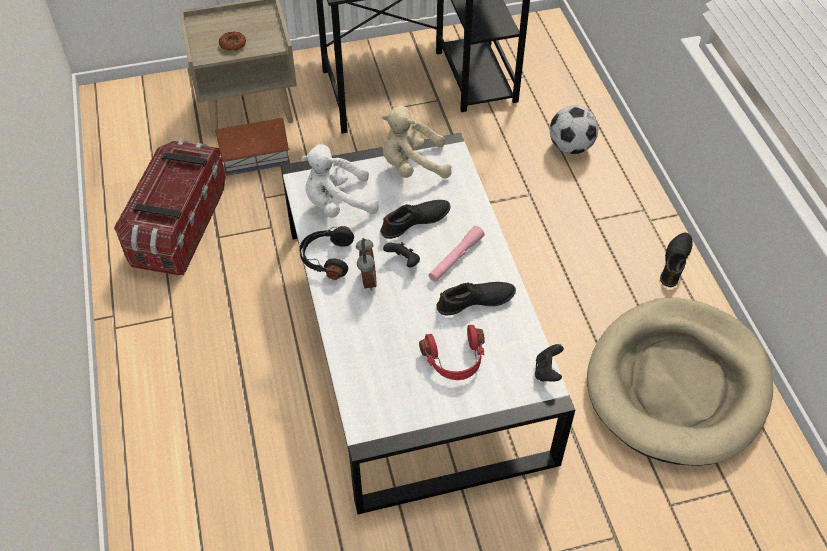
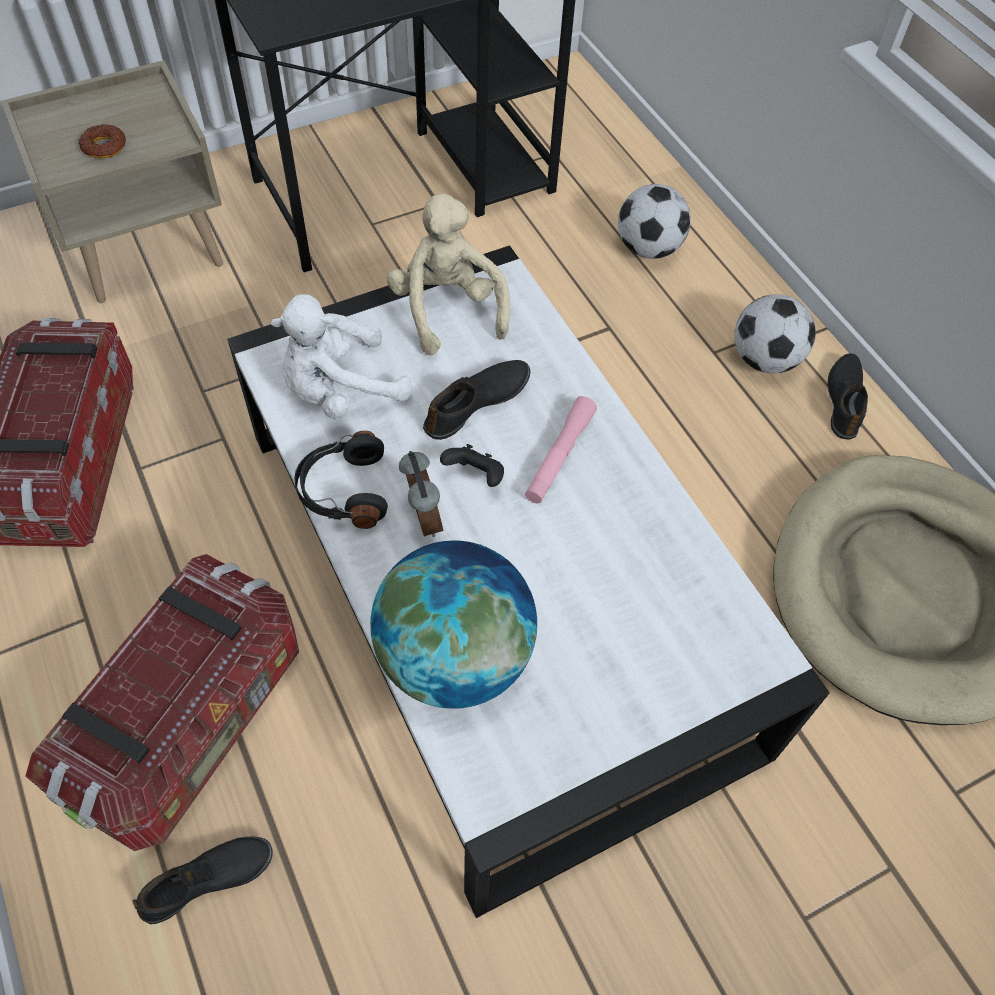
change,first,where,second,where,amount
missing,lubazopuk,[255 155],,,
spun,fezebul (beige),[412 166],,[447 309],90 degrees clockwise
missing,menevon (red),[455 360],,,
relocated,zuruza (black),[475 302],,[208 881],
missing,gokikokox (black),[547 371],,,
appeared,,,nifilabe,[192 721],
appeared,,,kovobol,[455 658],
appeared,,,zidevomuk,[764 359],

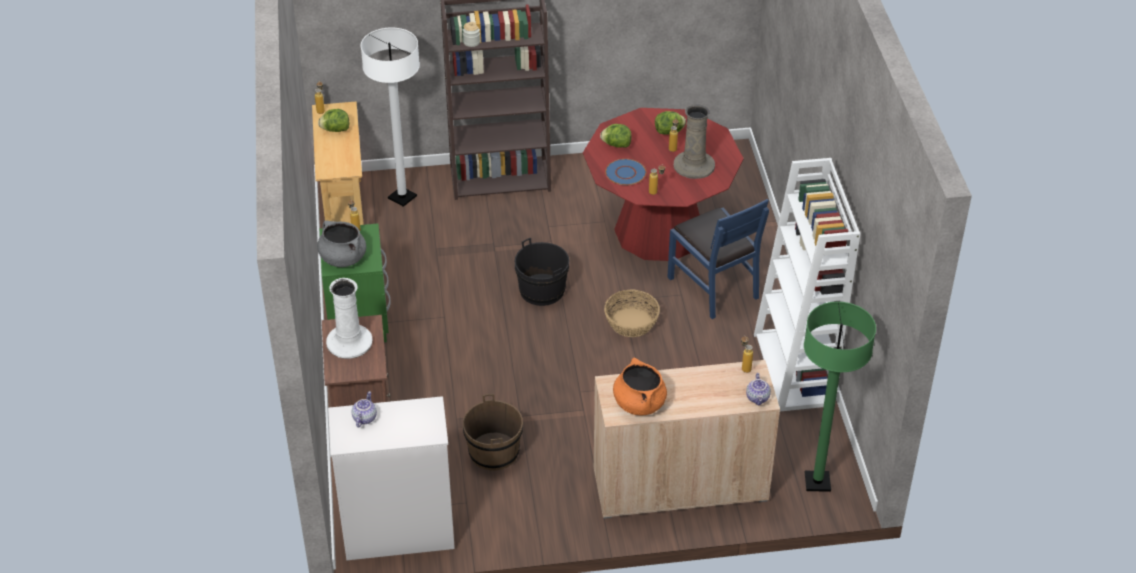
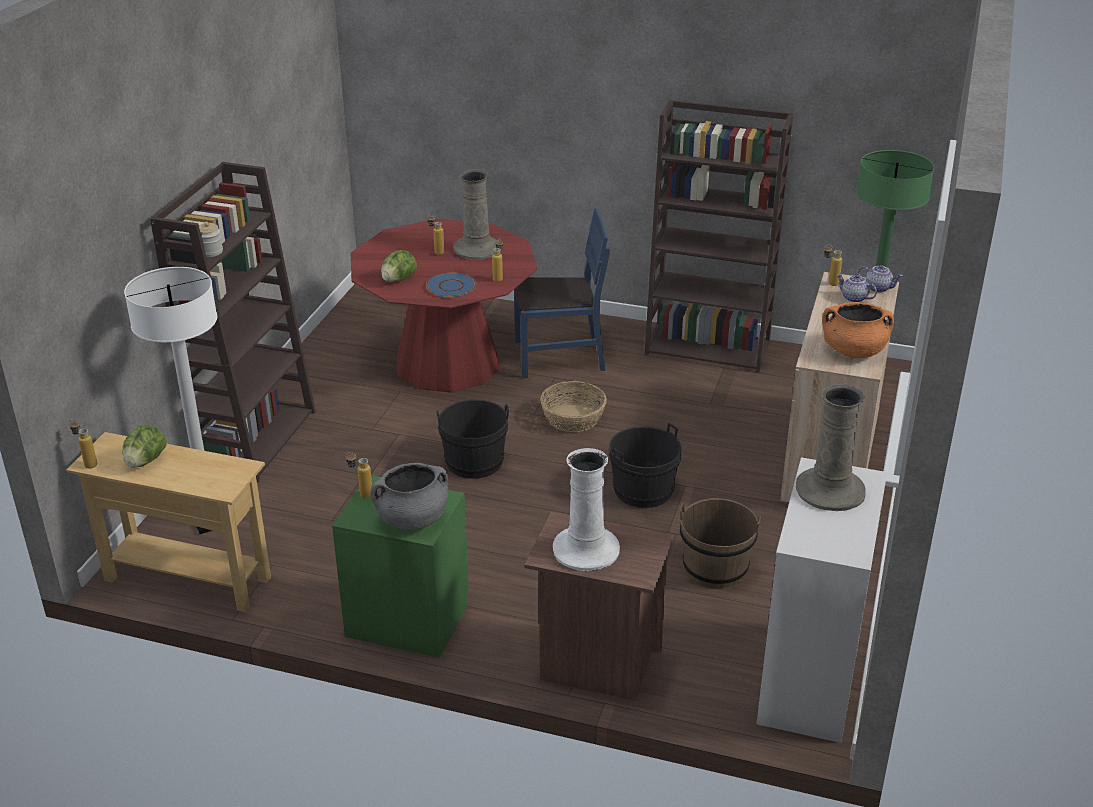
change,first,where,second,where,amount
relocated,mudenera,[364 418],,[853 298],
missing,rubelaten,[669 132],,,
colour,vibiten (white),[794 370],vibiten (brown),[709 347],
appeared,,,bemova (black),[643 490],
appeared,,,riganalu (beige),[830 490],

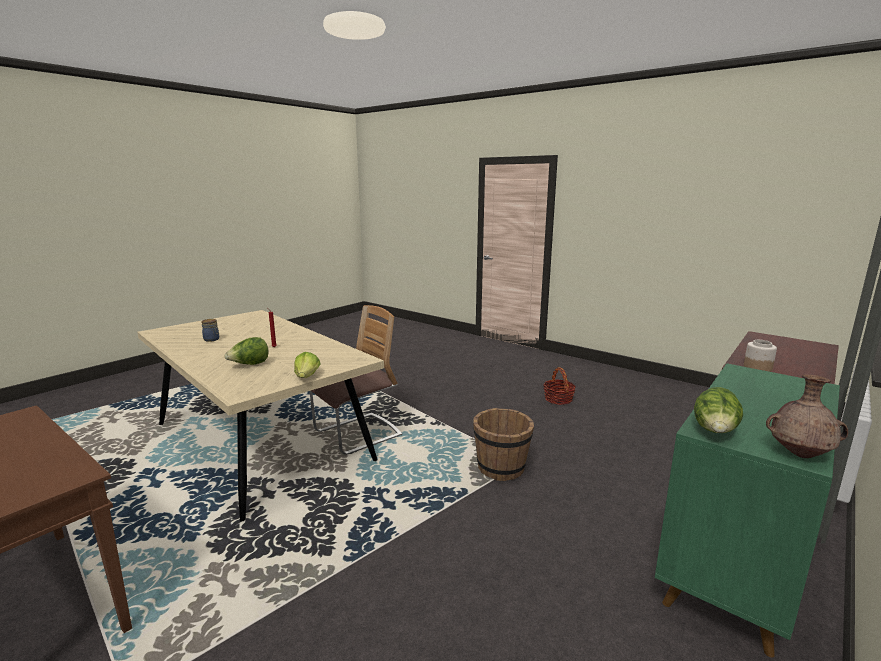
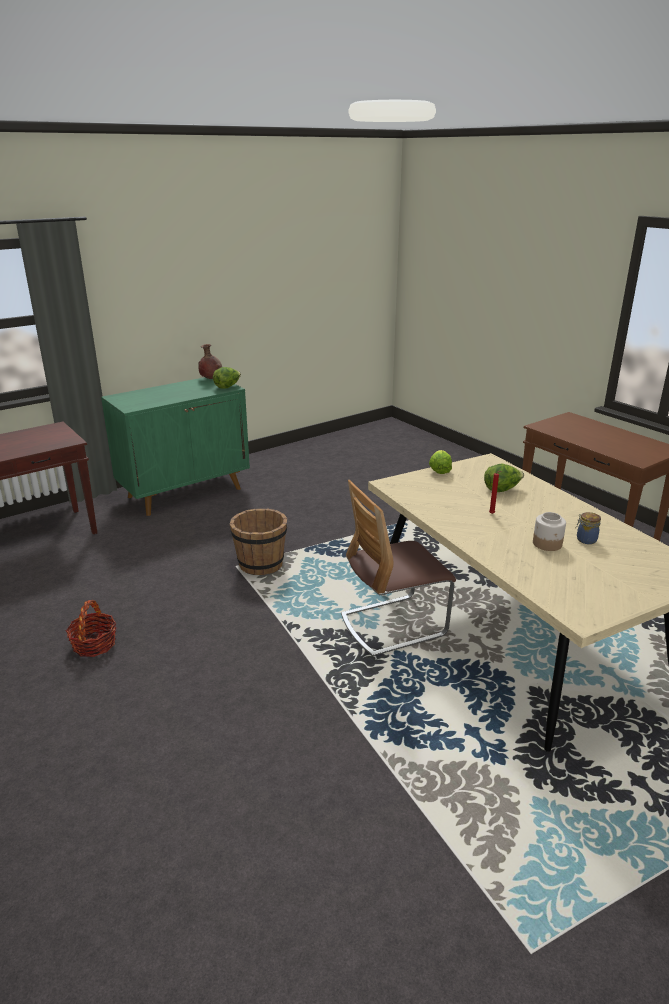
change,first,where,second,where,amount
relocated,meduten,[757 367],,[547 544],

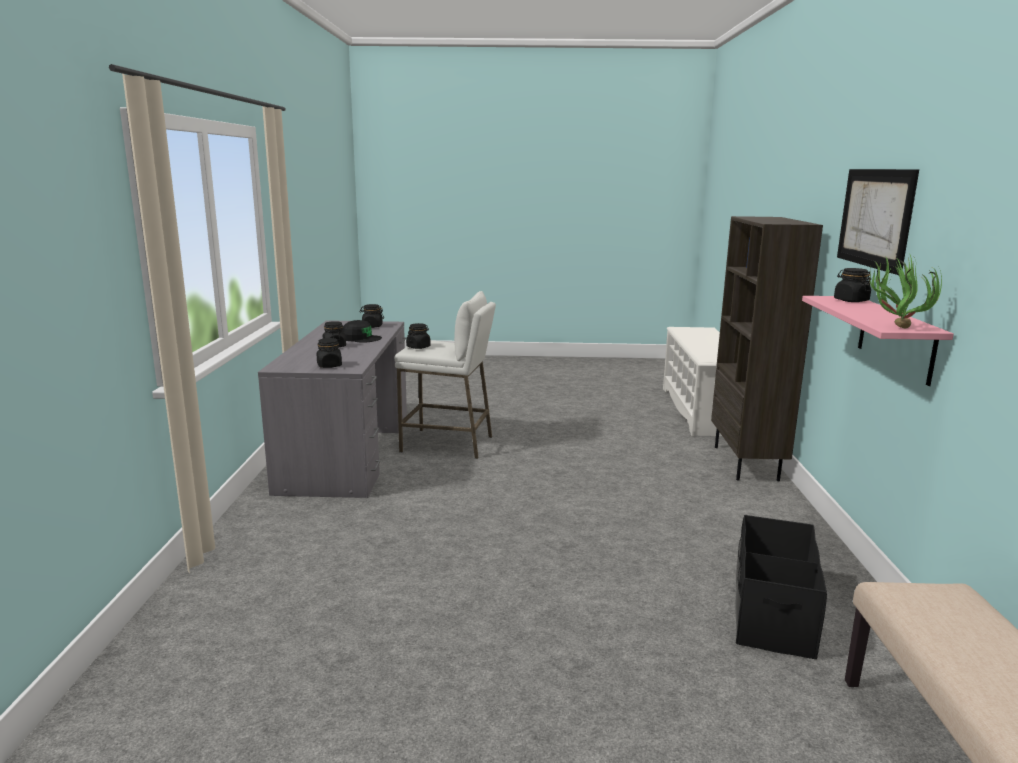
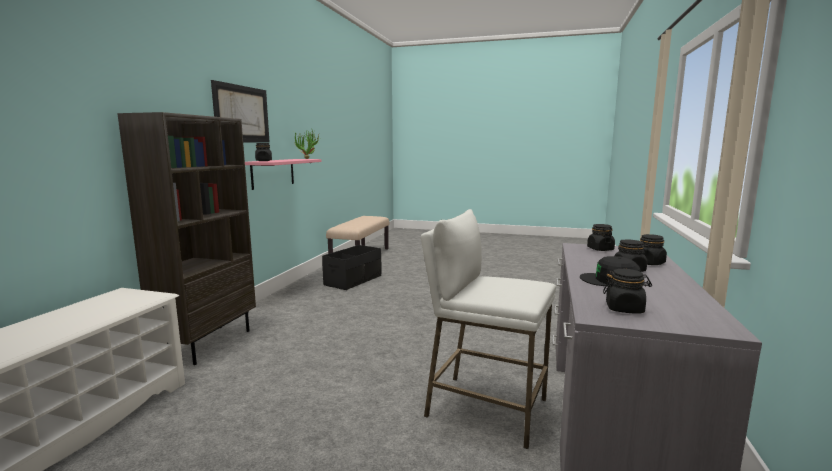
change,first,where,second,where,amount
relocated,meduten (black),[418 347],,[649 263],

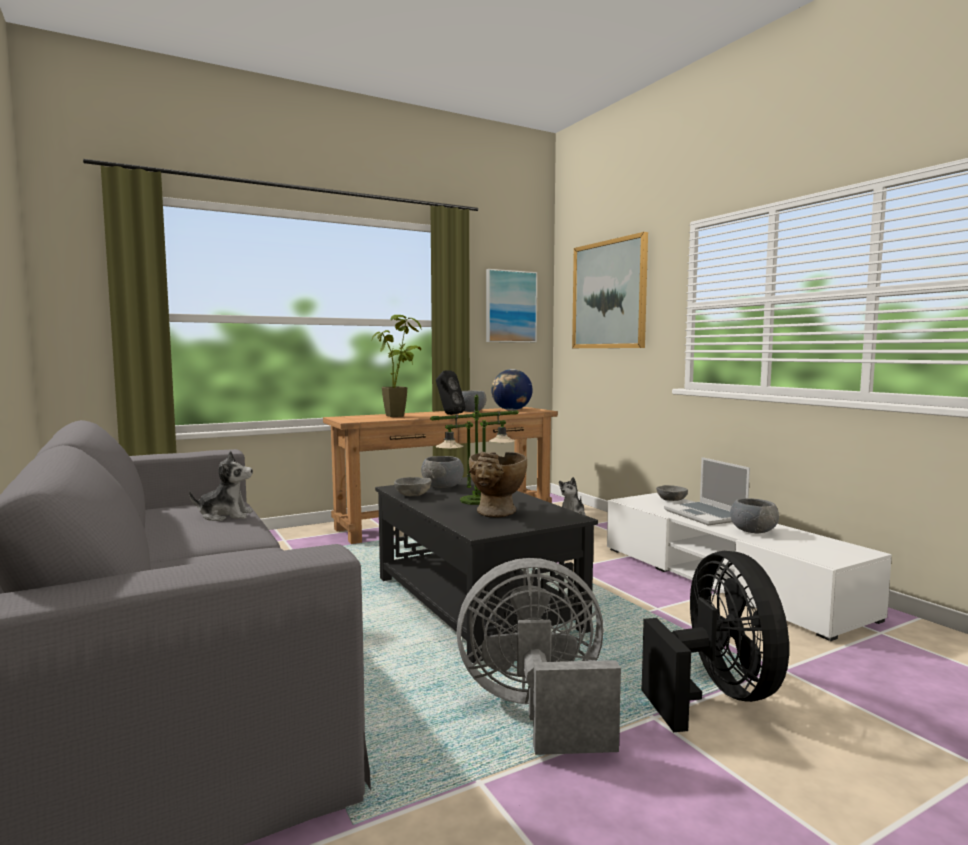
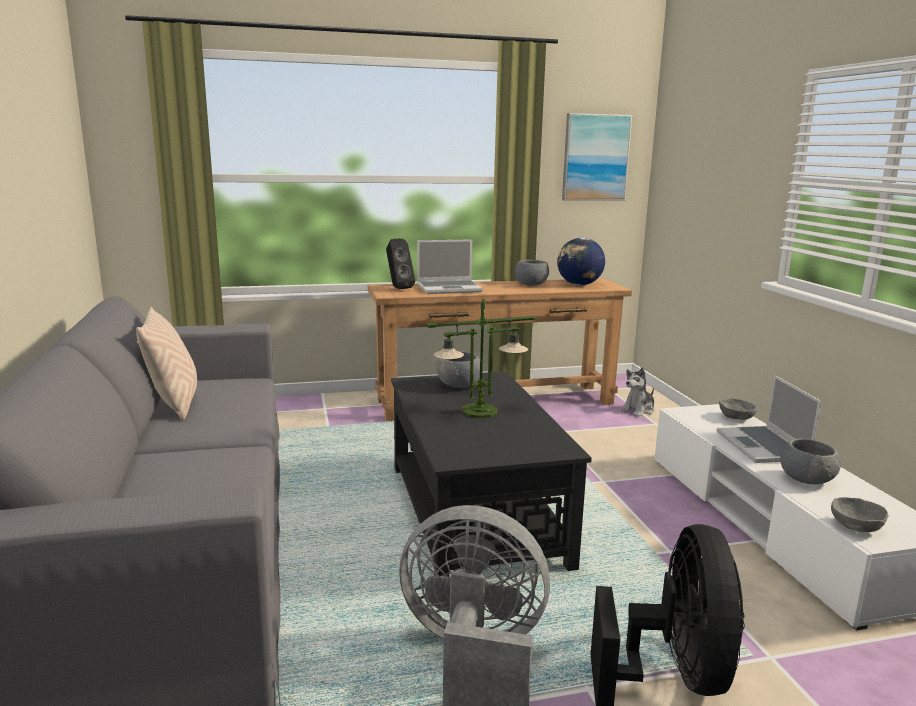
change,first,where,second,where,amount
missing,fezebul,[225 516],,,
exchanged,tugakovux,[402 416],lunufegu,[449 288],
relocated,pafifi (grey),[413 495],,[856 527],
relocated,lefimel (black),[449 414],,[398 288],
missing,riganalu (beige),[496 514],,,
missing,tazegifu,[609 295],,,
appeared,,,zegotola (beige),[174 404],

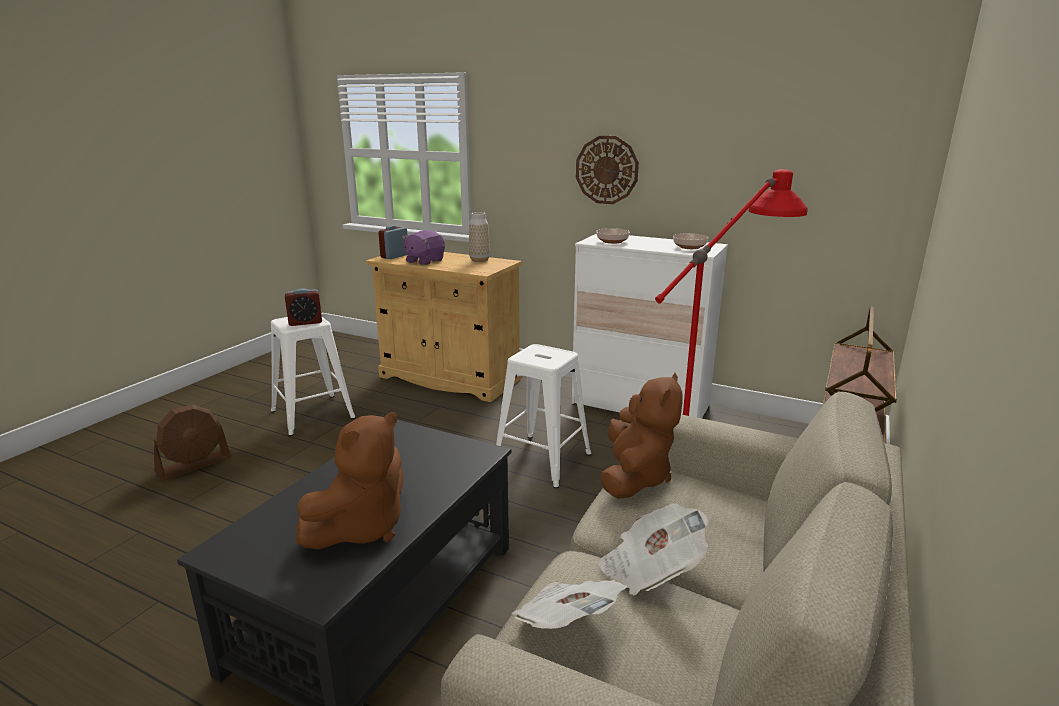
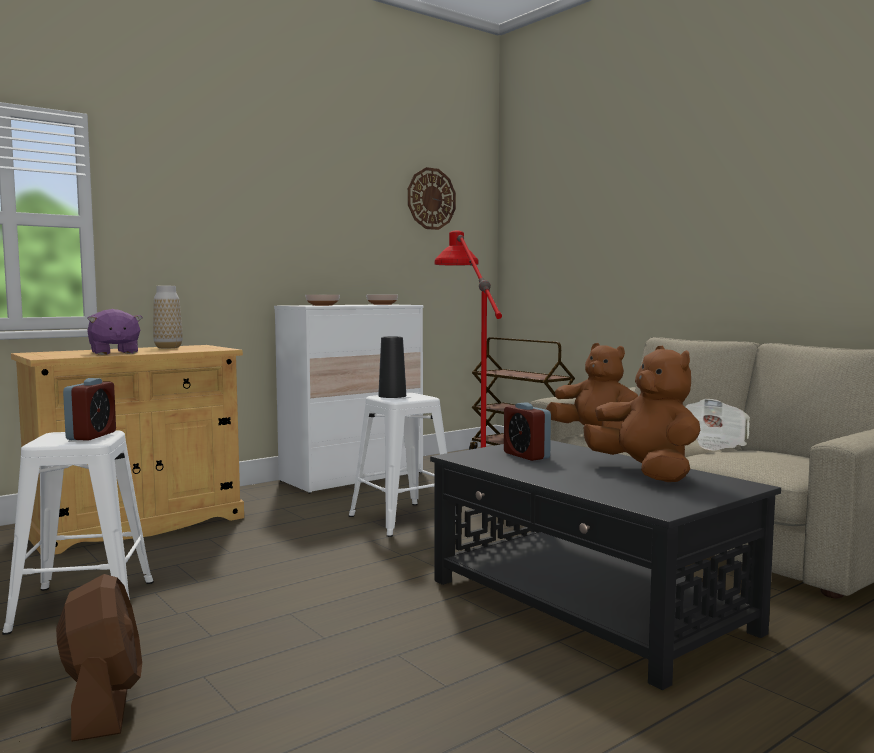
change,first,where,second,where,amount
relocated,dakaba,[394 256],,[526 455],
missing,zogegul,[567 623],,,
relocated,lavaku,[607 170],,[431 199],
appeared,,,riganalu (black),[392 396],

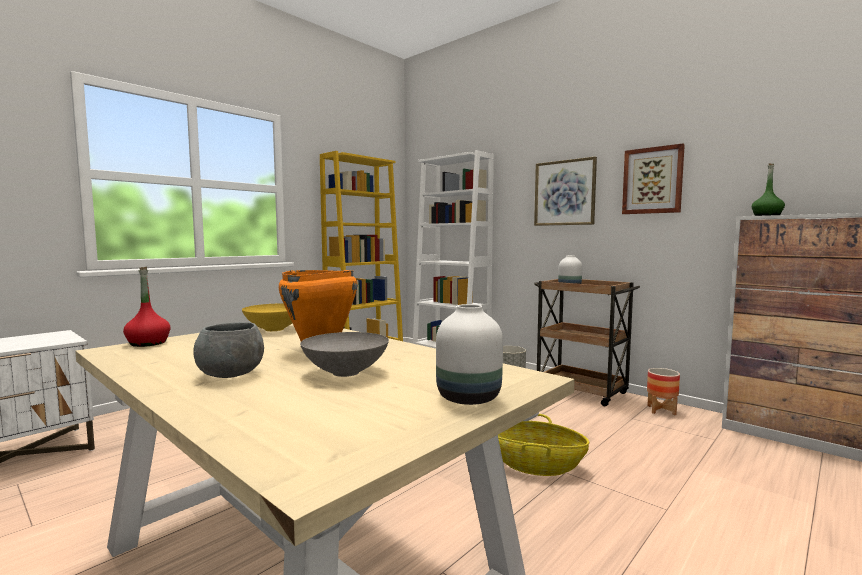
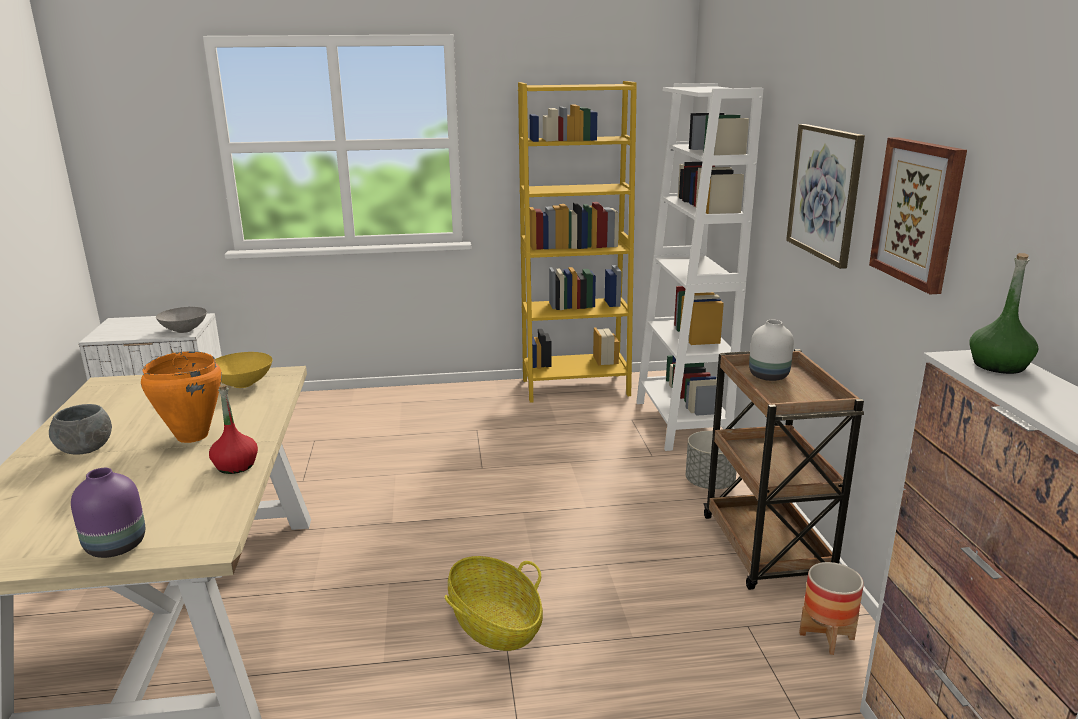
change,first,where,second,where,amount
relocated,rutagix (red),[148 343],,[235 466],
relocated,pafifi (grey),[344 373],,[183 330],
colour,riganalu (white),[468 398],riganalu (purple),[114 546],

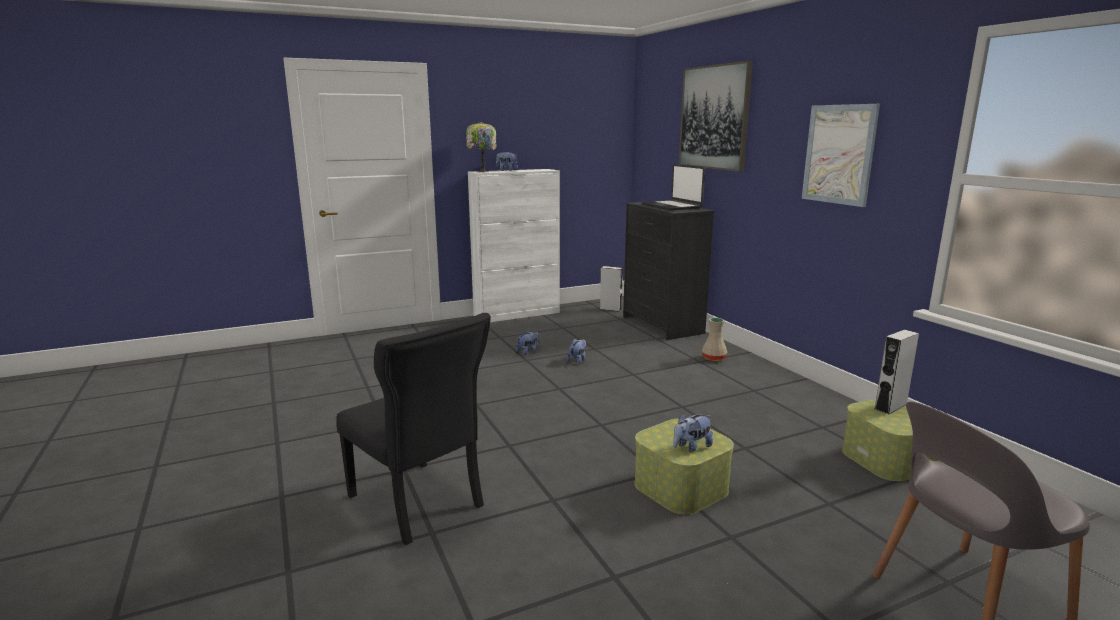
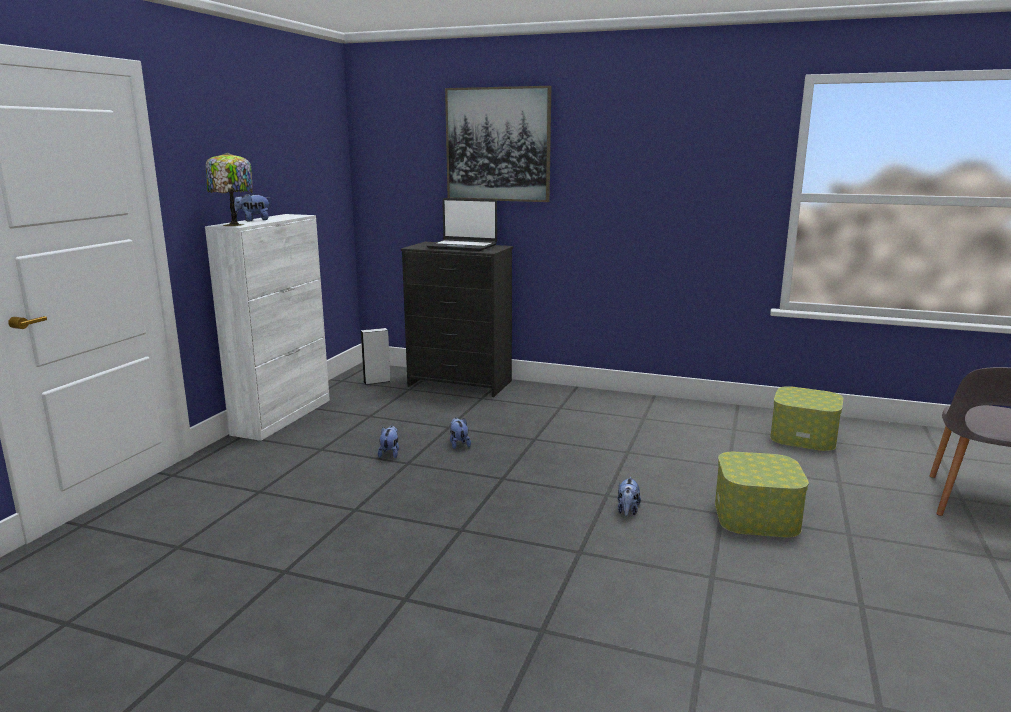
change,first,where,second,where,amount
missing,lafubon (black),[418 504],,,
relocated,fezebul,[691 447],,[627 511],
missing,riganalu (beige),[714 358],,,
missing,tazegifu,[839 154],,,
missing,lefimel (grey),[890 407],,,

